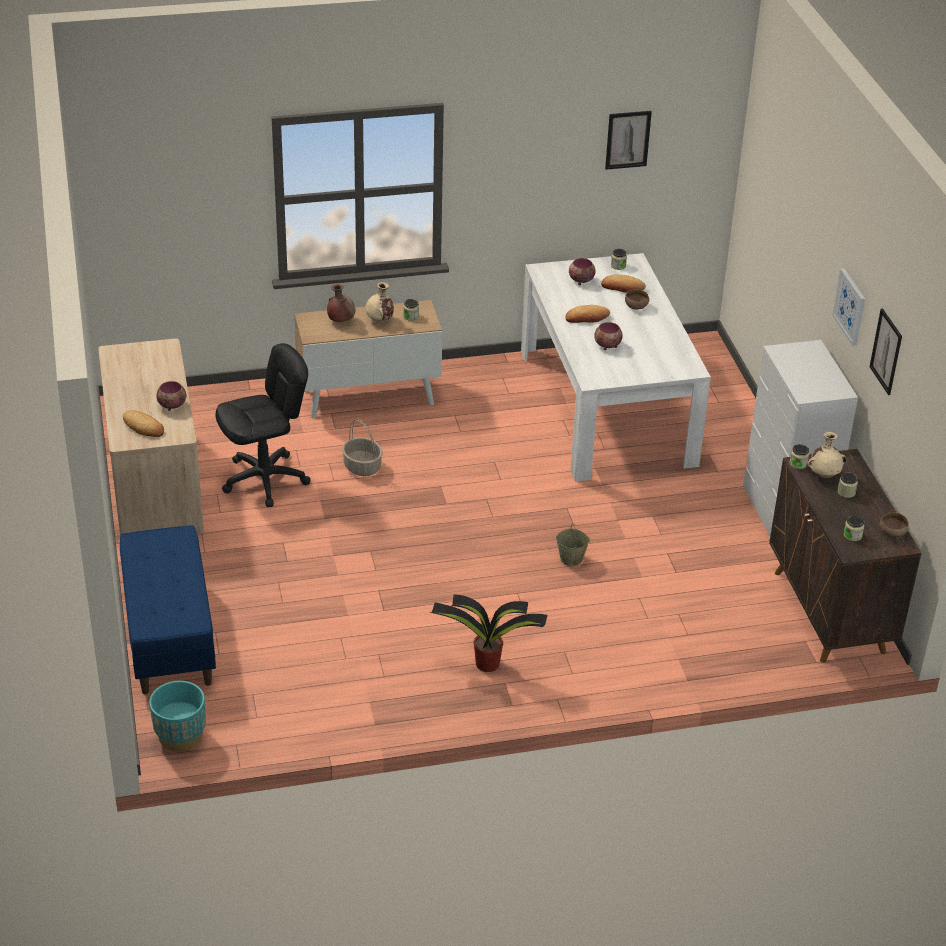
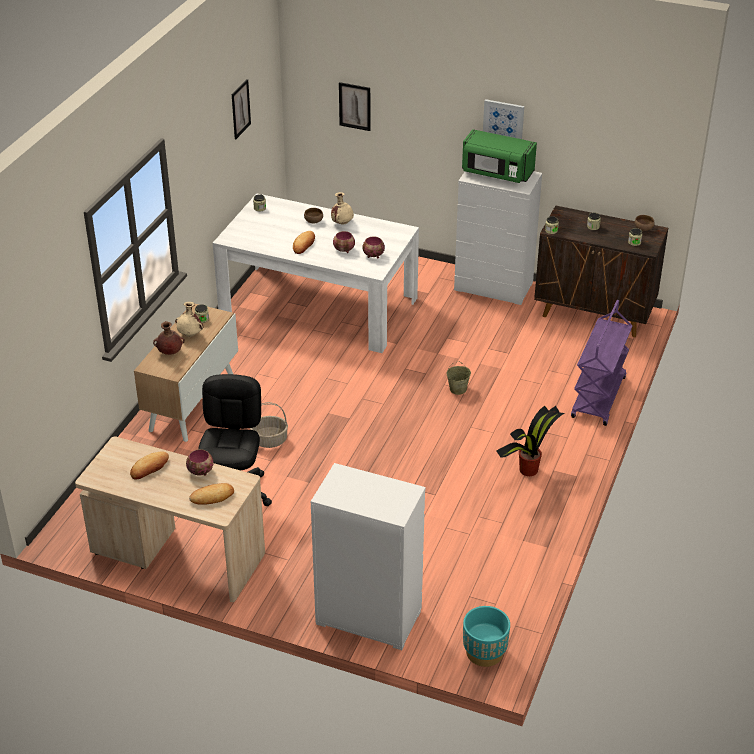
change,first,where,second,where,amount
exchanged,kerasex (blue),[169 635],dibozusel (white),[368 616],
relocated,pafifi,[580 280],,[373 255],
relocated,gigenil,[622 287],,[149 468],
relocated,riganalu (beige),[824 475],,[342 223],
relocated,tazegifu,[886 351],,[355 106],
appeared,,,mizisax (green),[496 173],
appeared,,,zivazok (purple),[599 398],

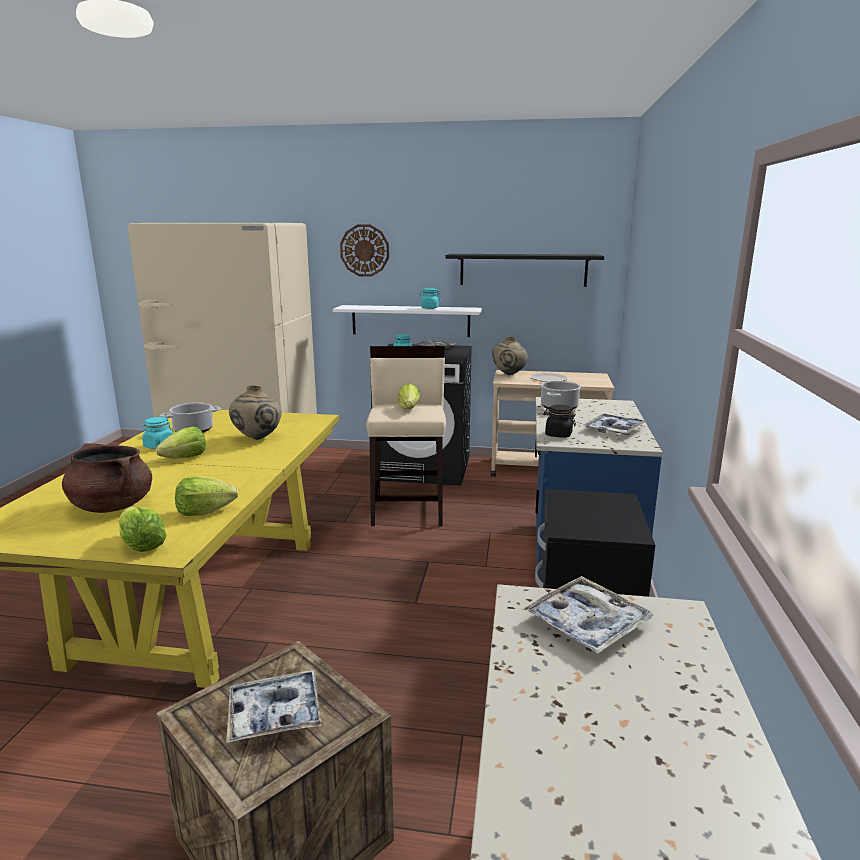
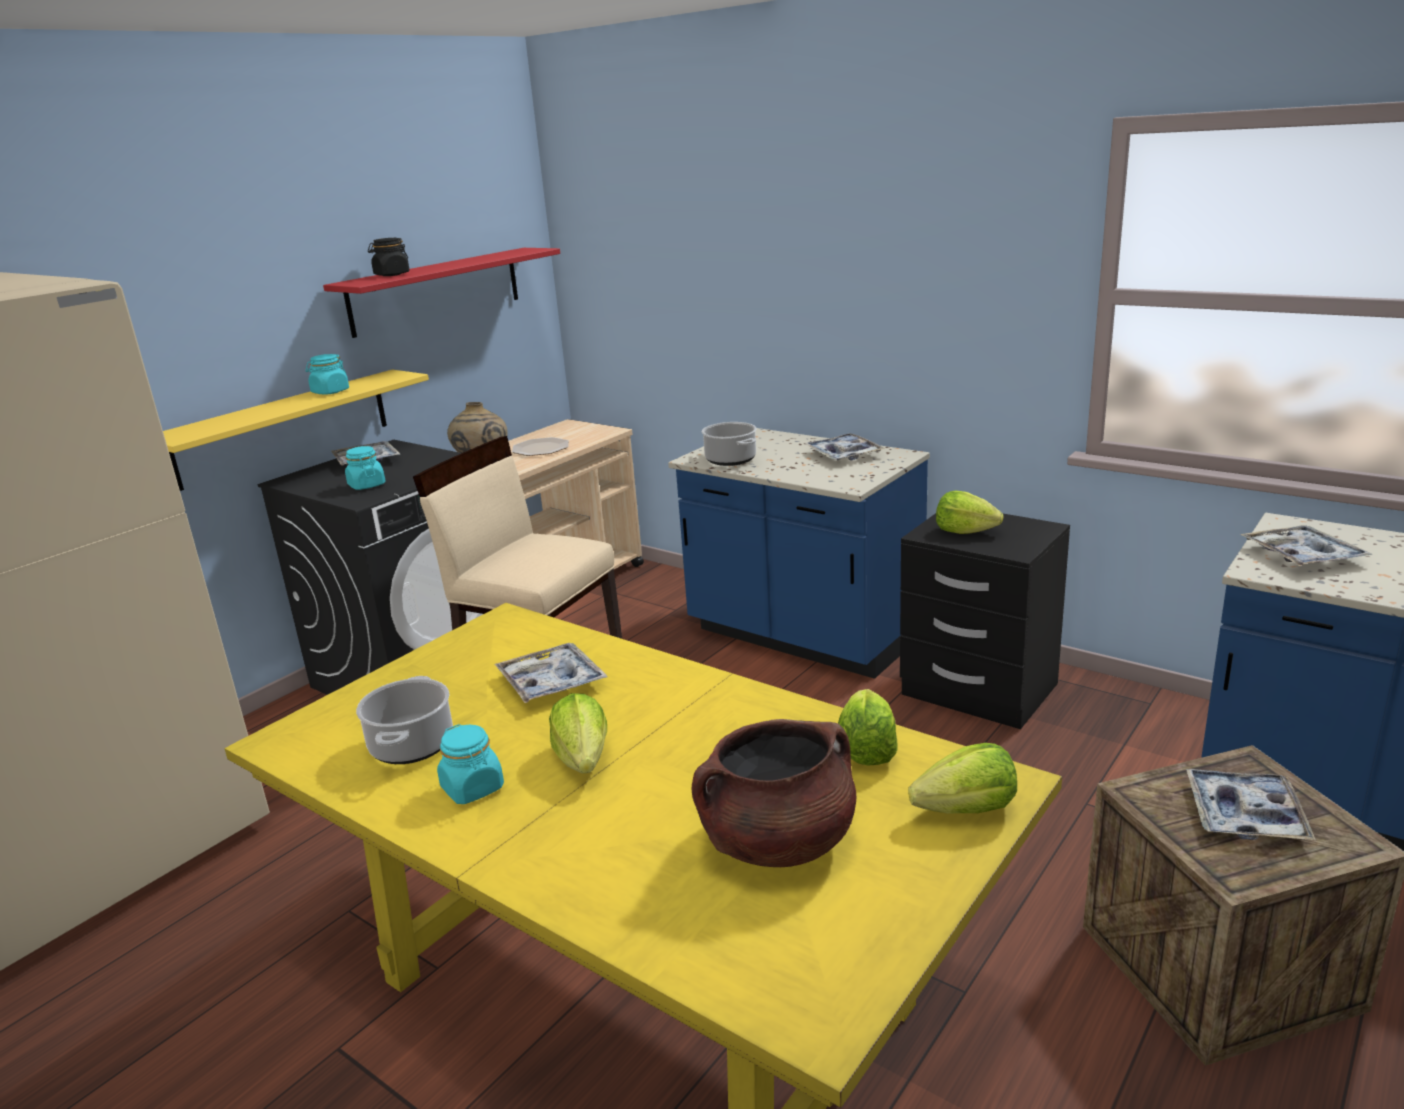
change,first,where,second,where,amount
exchanged,riganalu (beige),[257 438],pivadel,[551 682],
colour,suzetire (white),[410 321],suzetire (yellow),[283 428],
missing,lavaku,[364 250],,,
relocated,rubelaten,[409 408],,[965 531],
colour,suzetire (black),[523 270],suzetire (red),[436 291],
relocated,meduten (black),[558 434],,[391 275],

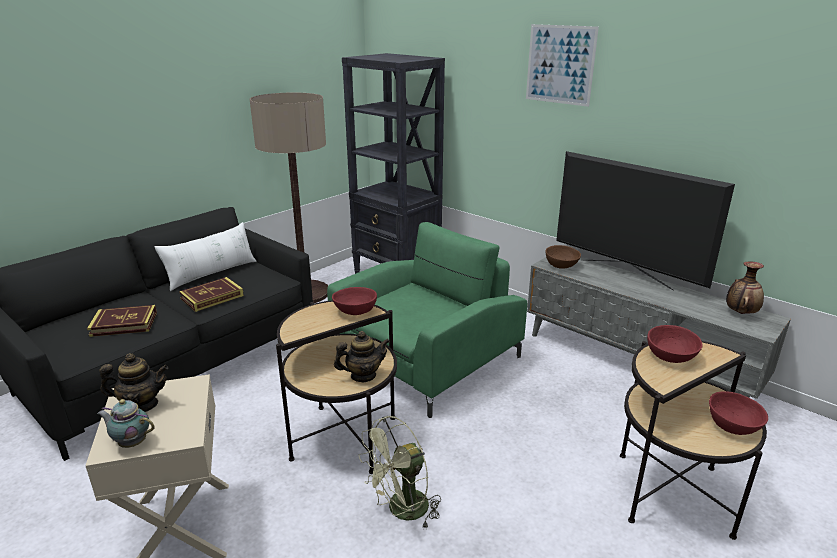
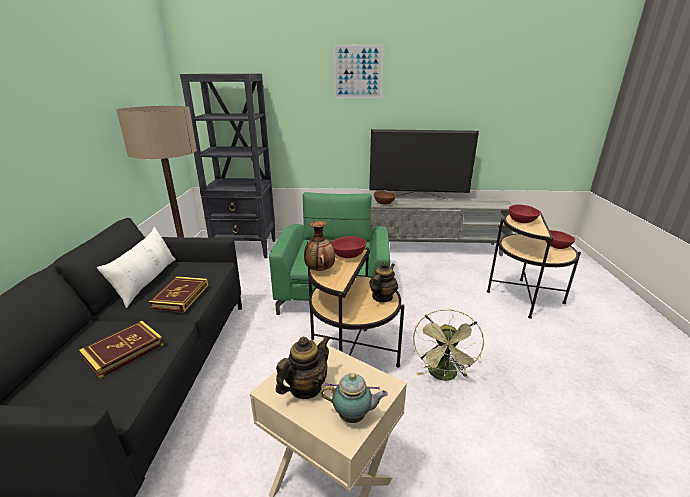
change,first,where,second,where,amount
spun,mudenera,[131 443],,[354 416],150 degrees counterclockwise
relocated,riganalu,[740 313],,[319 270],

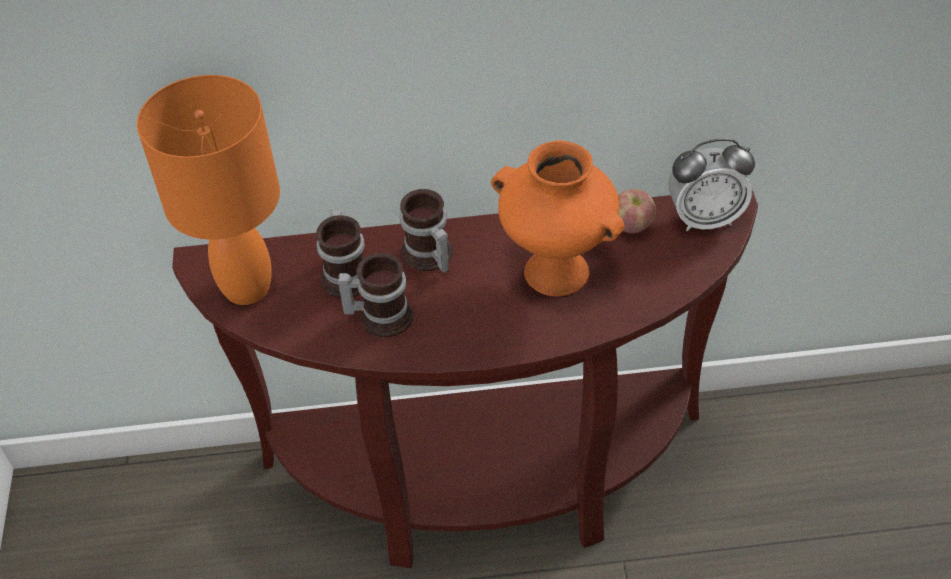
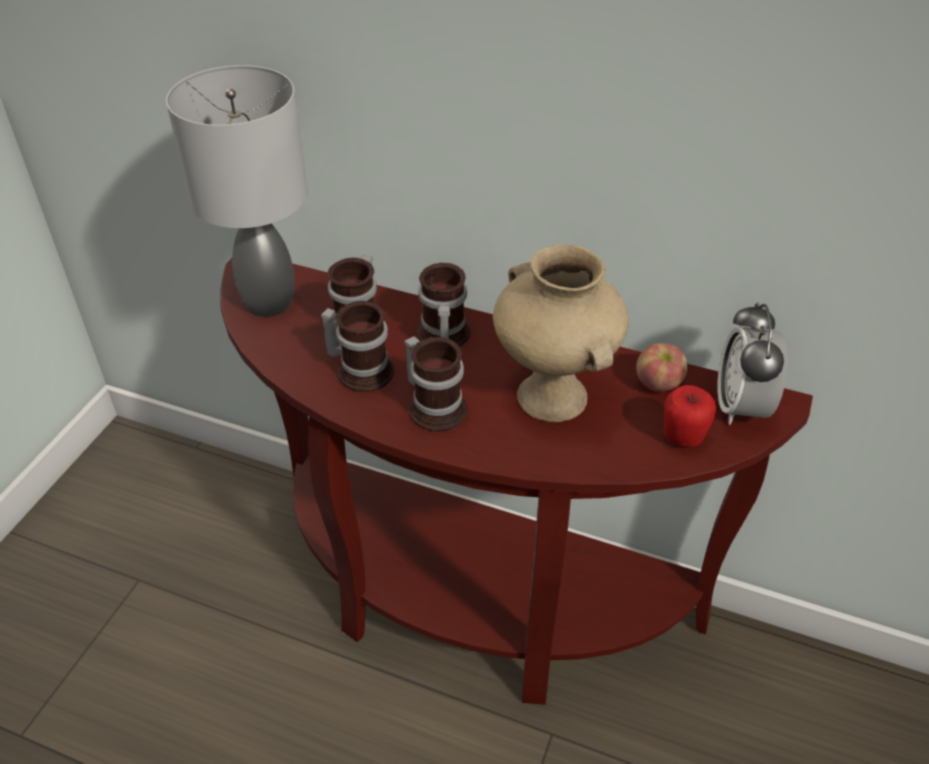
change,first,where,second,where,amount
colour,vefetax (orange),[245 287],vefetax (grey),[268 301],
colour,riganalu (orange),[558 271],riganalu (beige),[554 397],
spun,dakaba,[705 219],,[740 407],75 degrees clockwise
appeared,,,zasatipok,[436 405],
appeared,,,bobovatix,[682 438],

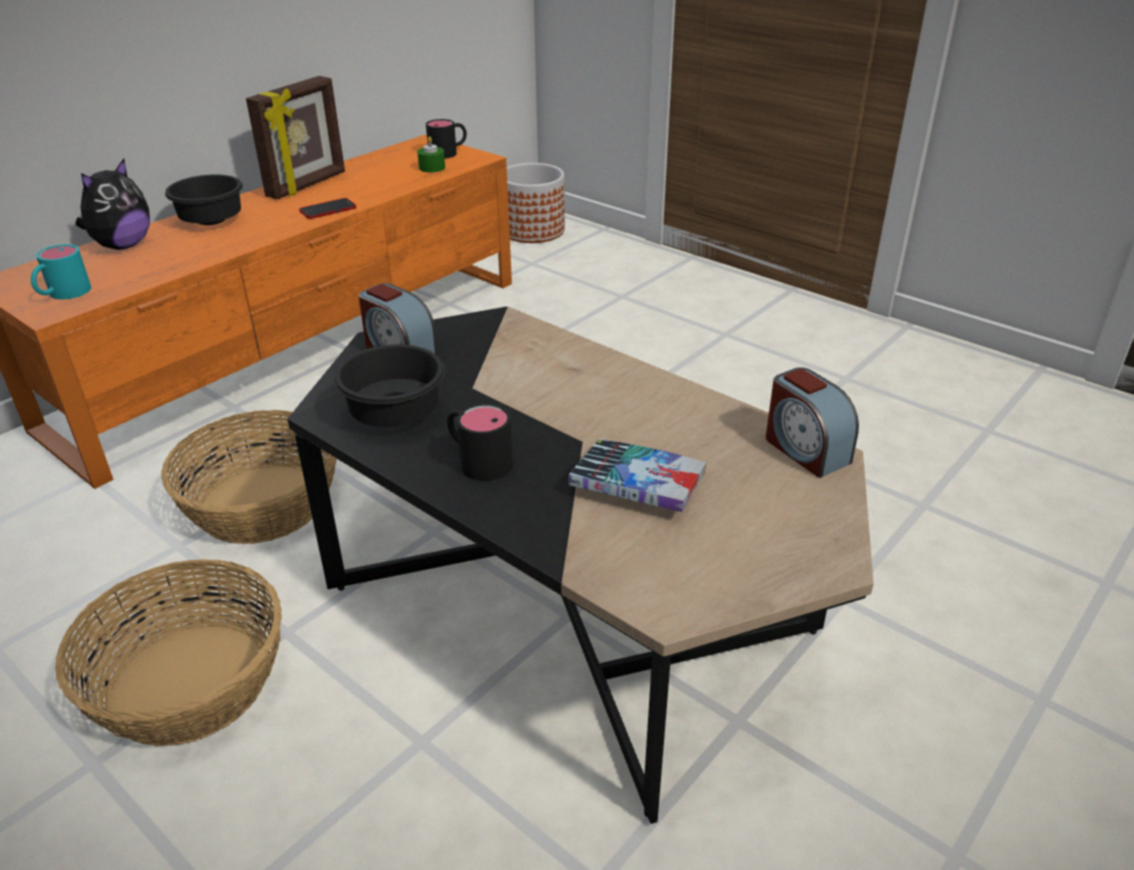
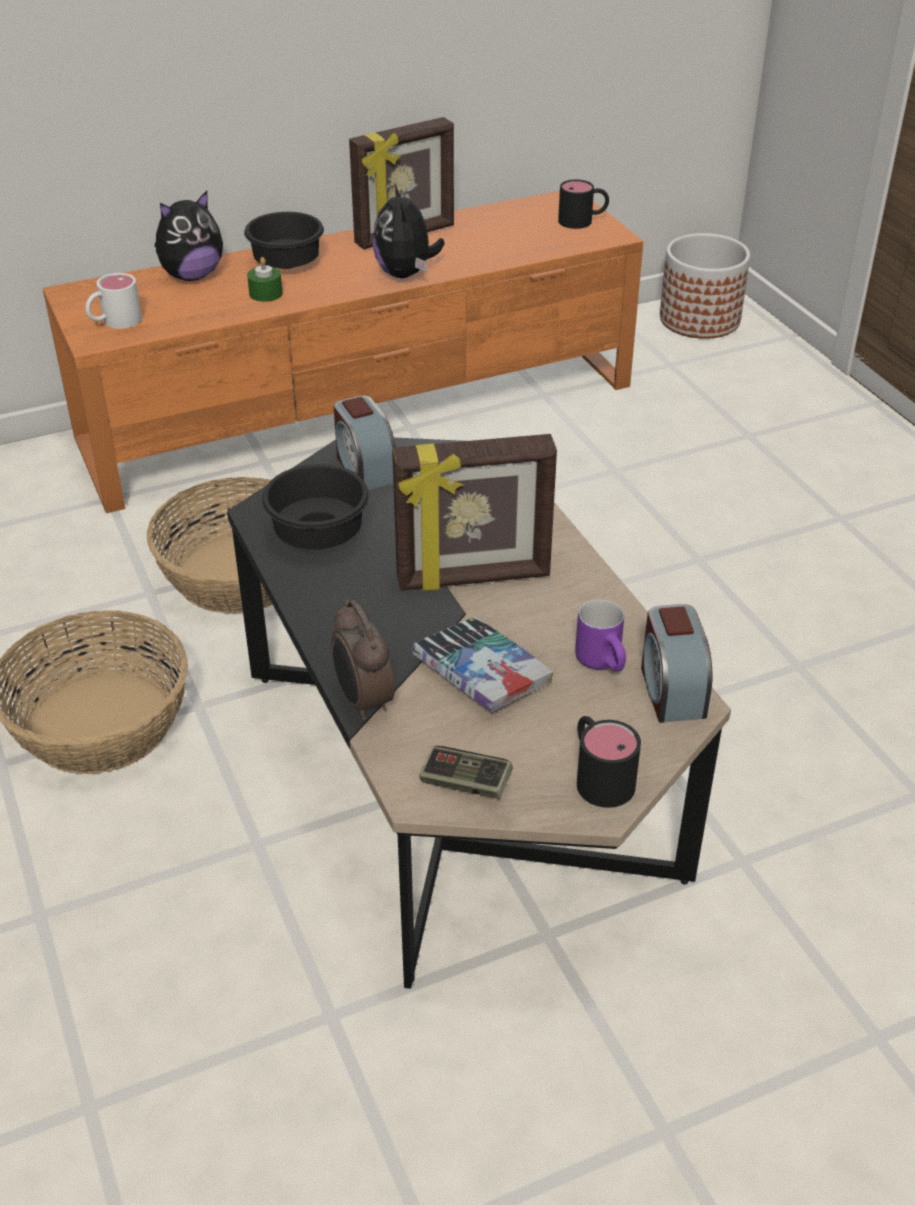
change,first,where,second,where,amount
colour,zasatipok (turquoise),[63 294],zasatipok (white),[114 322],
exchanged,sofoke,[328 210],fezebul,[406 274],
relocated,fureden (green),[432 168],,[265 294],
relocated,zasatipok (black),[477 460],,[598 775],
appeared,,,dakaba,[363 701],
appeared,,,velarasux,[473 578],
appeared,,,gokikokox,[465 783],
appeared,,,zasatipok (purple),[605 663],

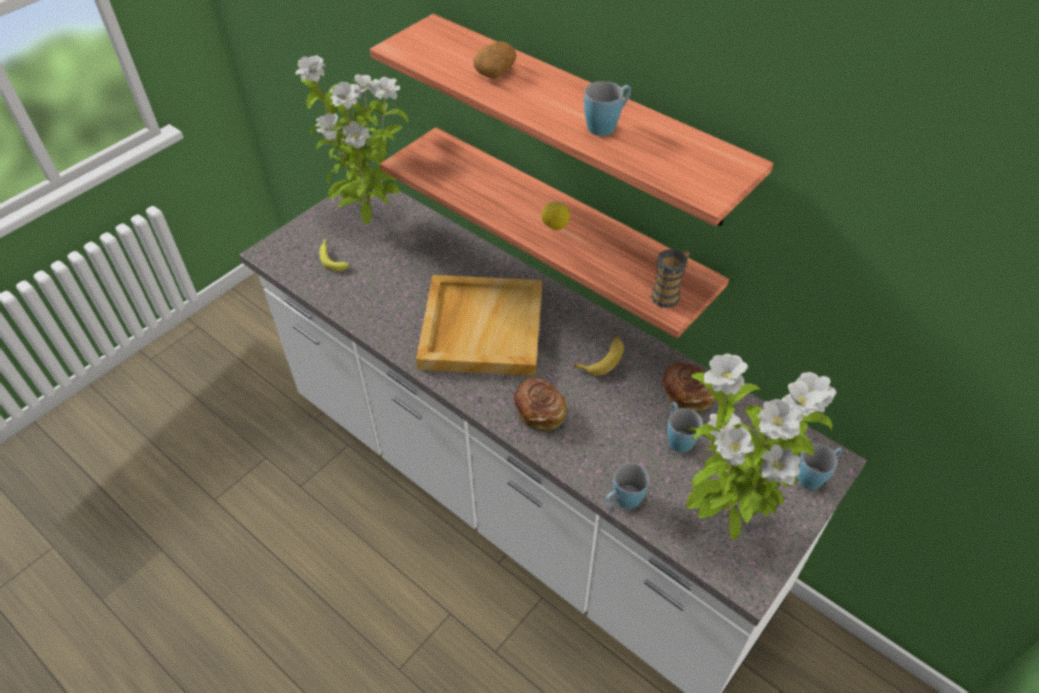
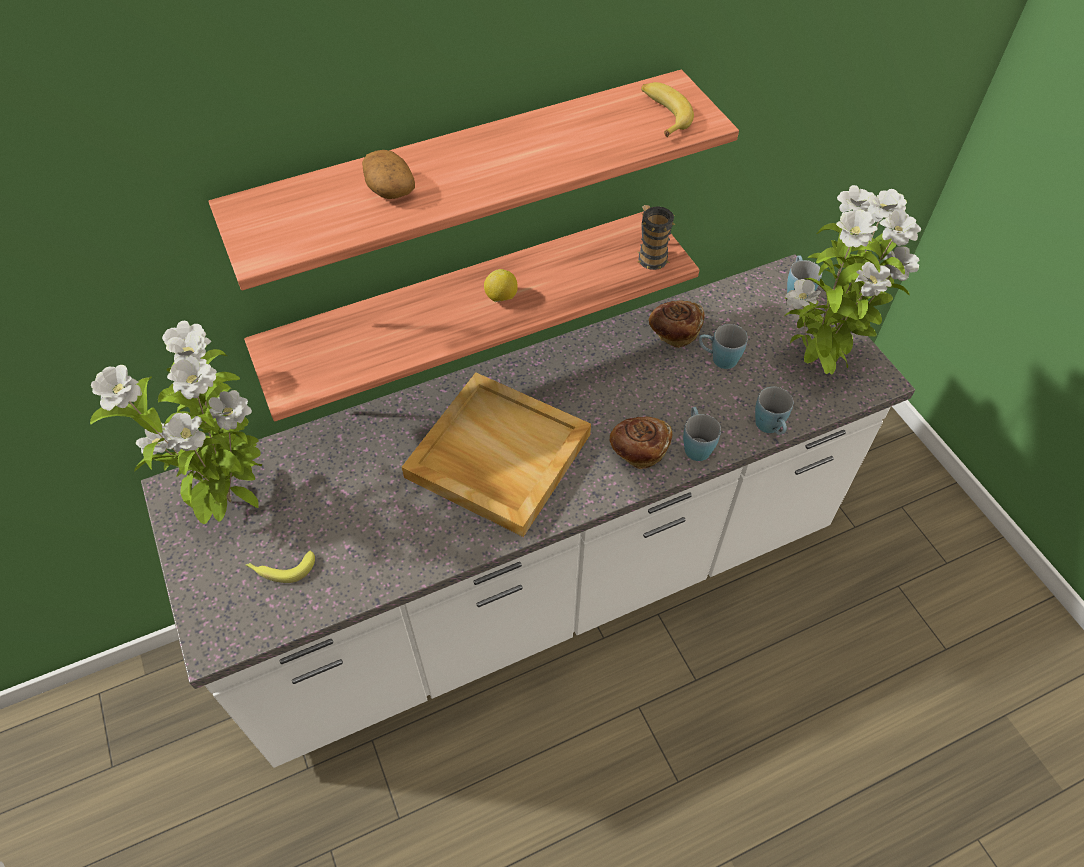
change,first,where,second,where,amount
relocated,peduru,[602 359],,[663 114],
relocated,zasatipok (blue),[606 125],,[695 444],

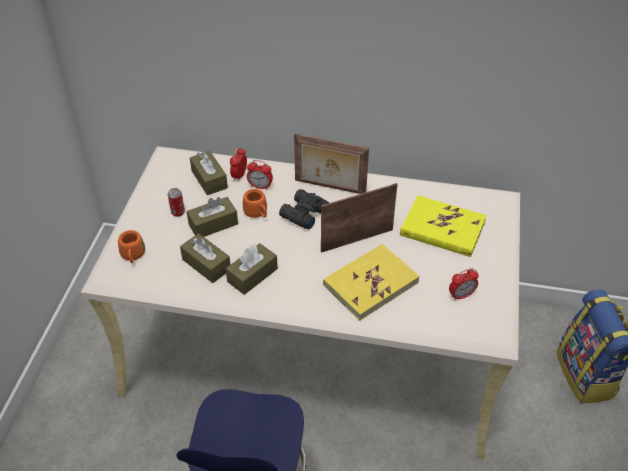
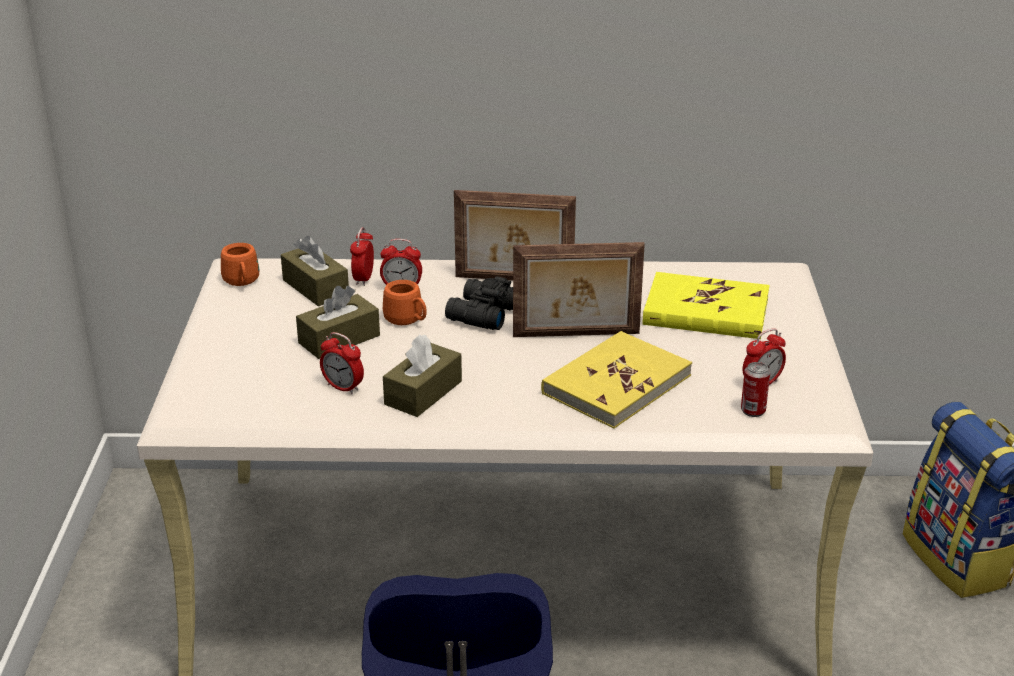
change,first,where,second,where,amount
relocated,zasatipok (orange),[133 256],,[242 282],
relocated,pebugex,[178 212],,[753 411],
exchanged,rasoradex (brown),[206 264],dakaba,[343 387],
spun,velarasux,[356 239],,[576 336],150 degrees counterclockwise

